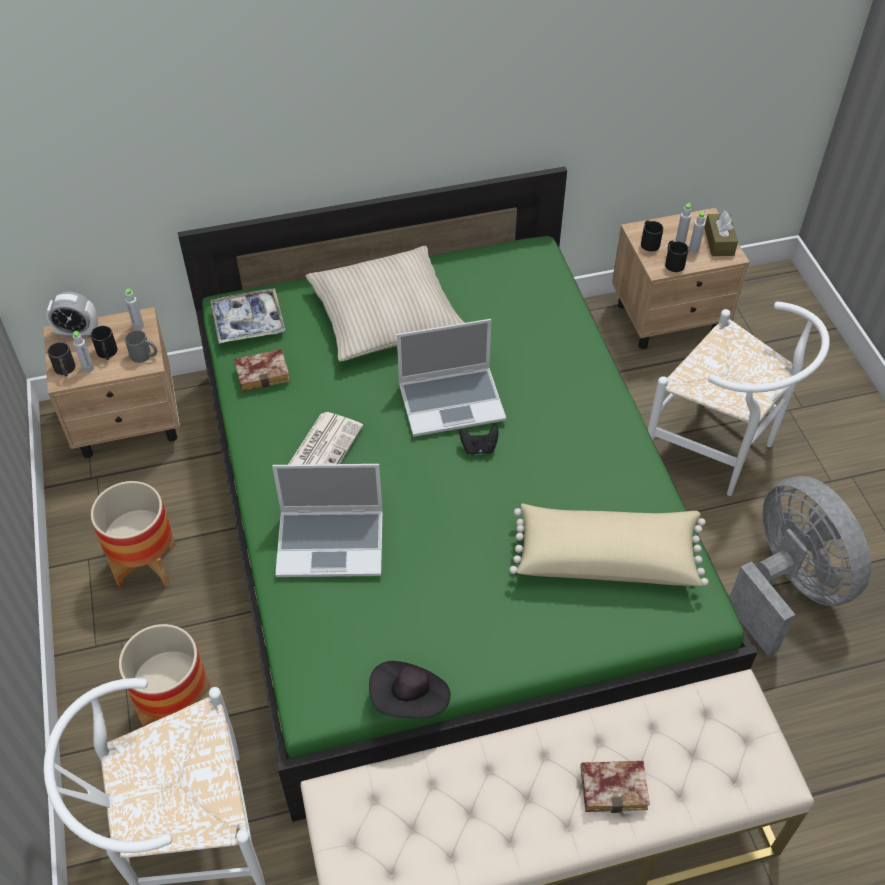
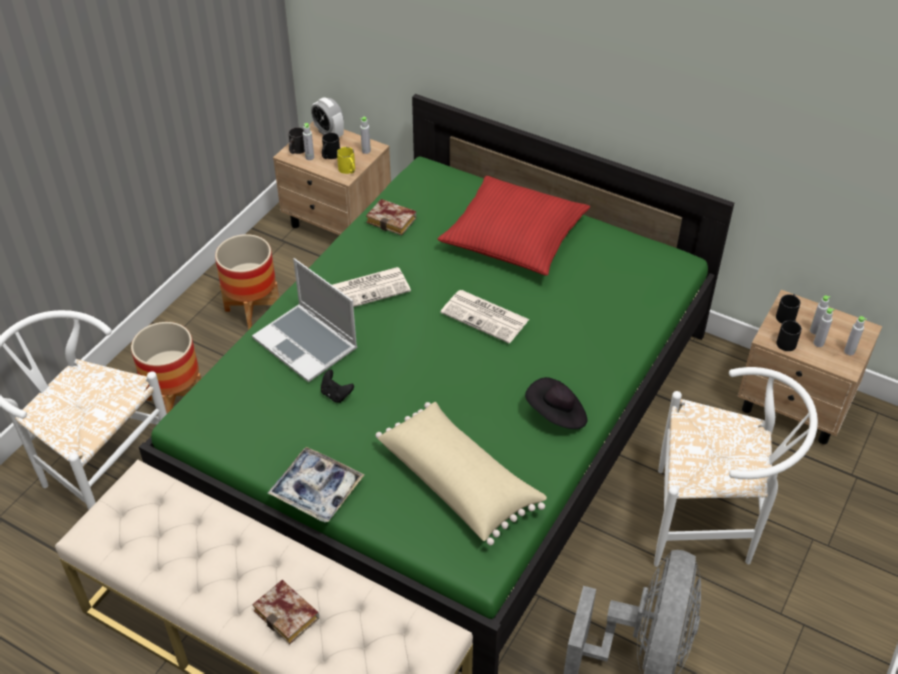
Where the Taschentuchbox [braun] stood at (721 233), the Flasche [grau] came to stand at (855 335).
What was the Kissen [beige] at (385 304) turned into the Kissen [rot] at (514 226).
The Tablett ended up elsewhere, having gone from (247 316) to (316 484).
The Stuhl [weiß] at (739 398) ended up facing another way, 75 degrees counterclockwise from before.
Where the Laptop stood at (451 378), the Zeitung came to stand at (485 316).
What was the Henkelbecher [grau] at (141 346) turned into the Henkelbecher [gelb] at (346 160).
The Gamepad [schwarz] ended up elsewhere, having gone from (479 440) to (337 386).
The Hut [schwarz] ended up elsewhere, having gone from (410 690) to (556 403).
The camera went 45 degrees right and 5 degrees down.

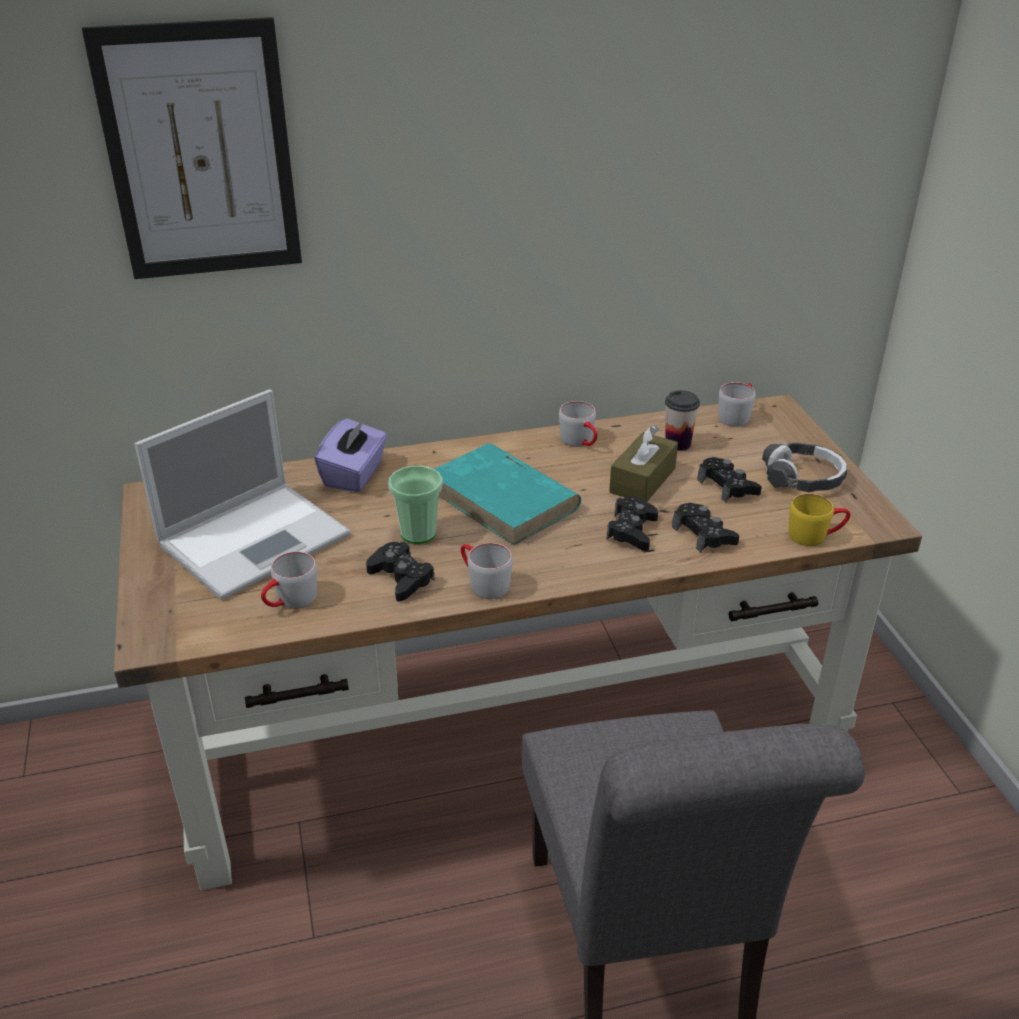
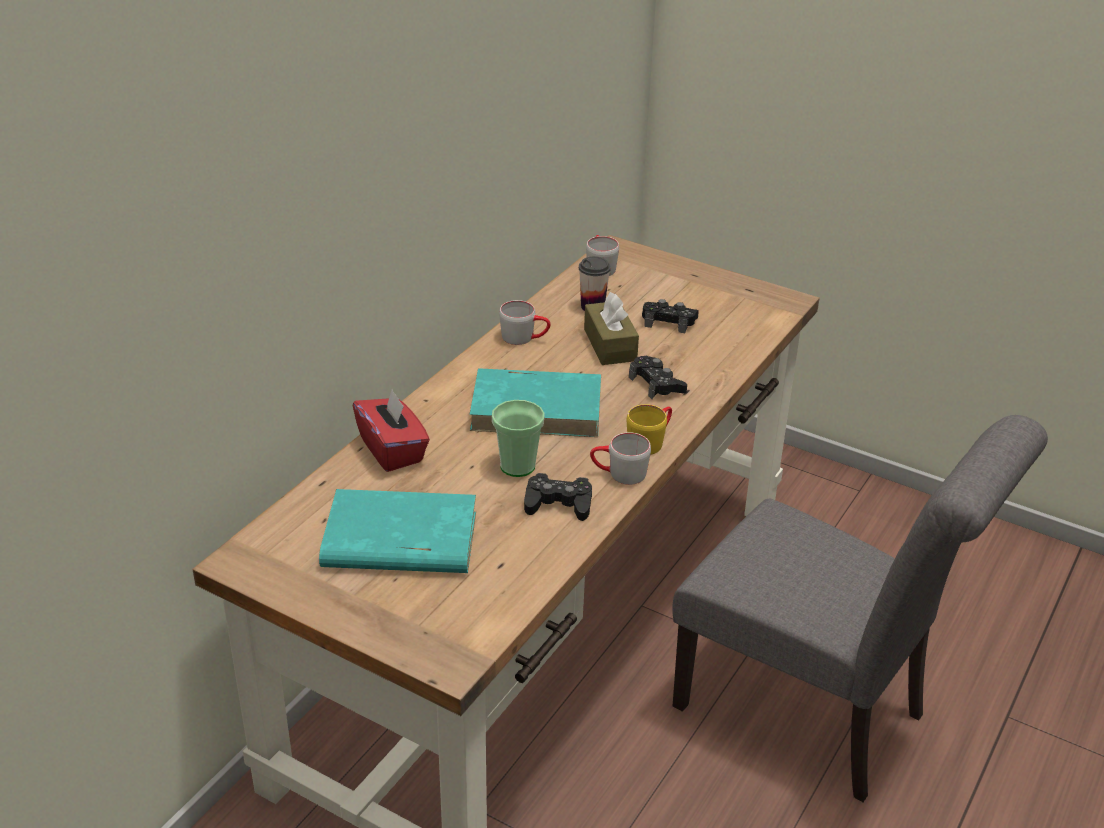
The second view lost the Bild at (192 148).
Where the Laptop stood at (242 494), the Buch [türkis] came to stand at (397 531).
What was the Taschentuchbox [lila] at (350 454) turned into the Taschentuchbox [rot] at (391 430).
The second view lost the Kopfhörer at (804 467).
The Henkelbecher [gelb] ended up elsewhere, having gone from (819 519) to (649 429).
The second view lost the Gamepad [schwarz] at (705 528).
The second view lost the Henkelbecher [grau] at (289 580).
The camera went 45 degrees left and 0 degrees up.

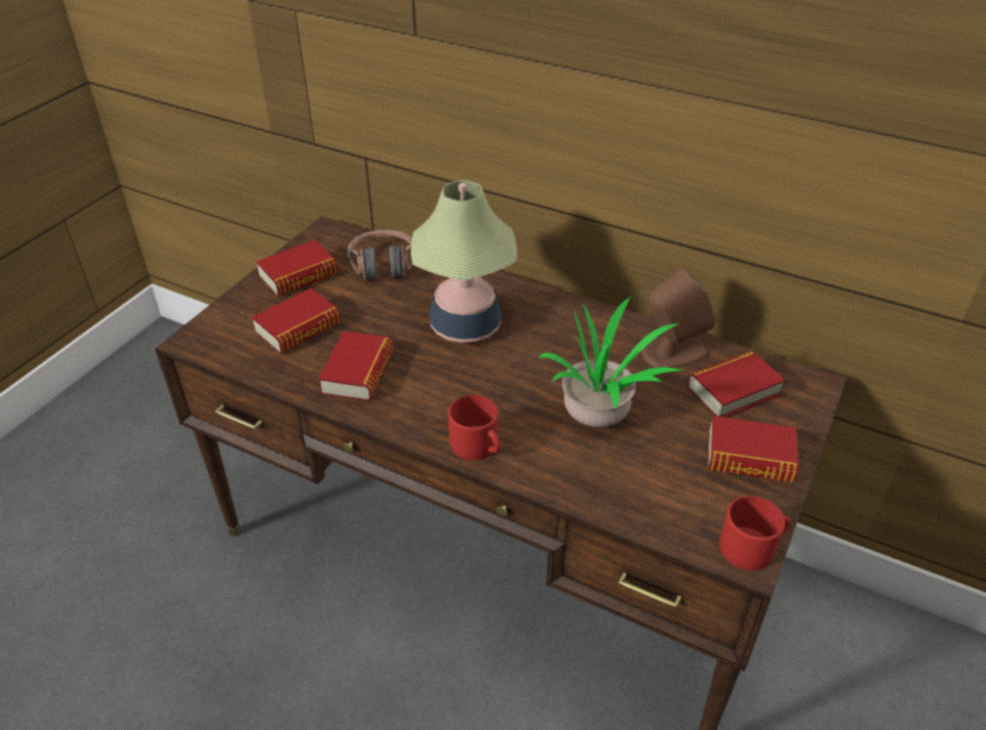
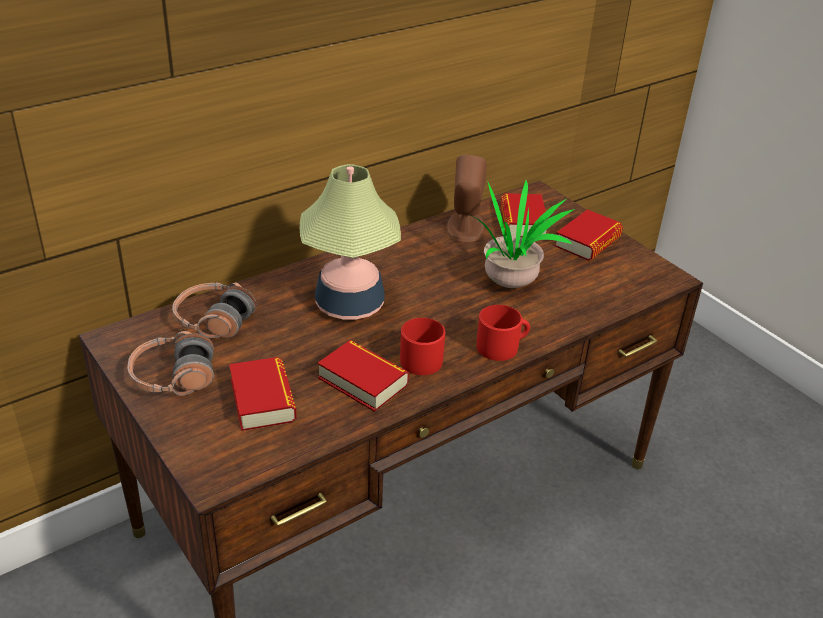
Where the Buch stood at (297 268), the Kopfhörer came to stand at (170 363).
The Henkelbecher [rot] ended up elsewhere, having gone from (755 533) to (422 346).
The camera went 65 degrees left and 5 degrees down.

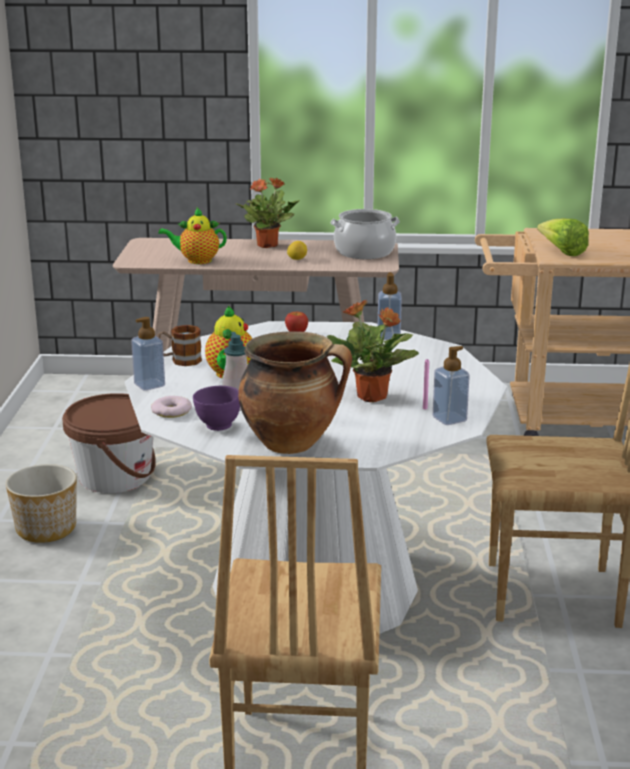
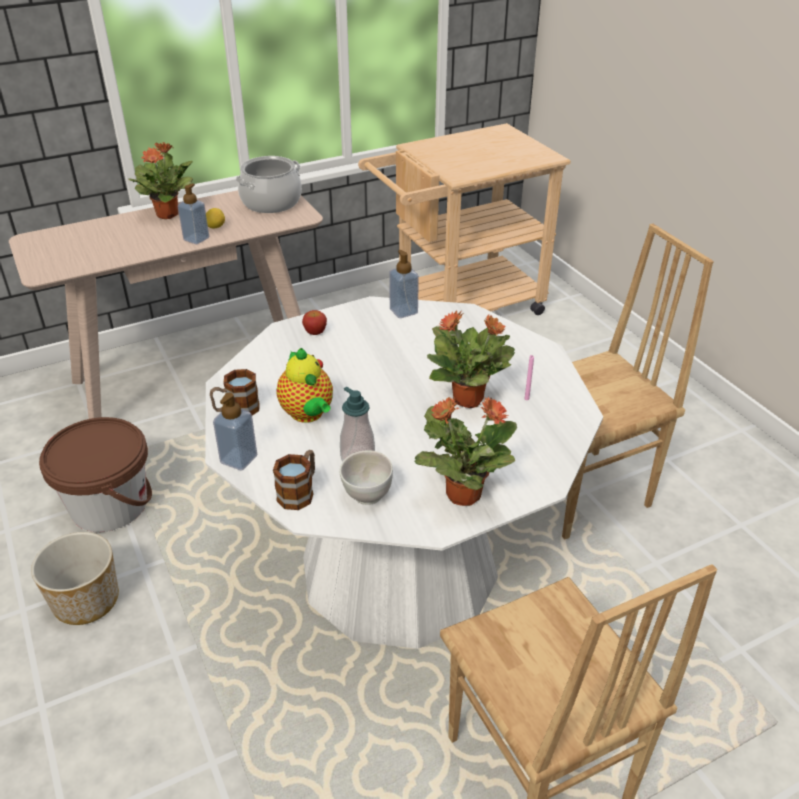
The second view lost the Teekanne at (192 235).
The second view lost the Salatkopf at (563 237).
Where the Kochtopf stood at (295 392), the Topfpflanze came to stand at (465 451).
The Seifenspender ended up elsewhere, having gone from (451 385) to (193 213).
What was the Schüssel [lila] at (216 408) turned into the Schüssel [weiß] at (366 477).
Where the Donut stood at (171 407), the Henkelbecher came to stand at (294 480).
The camera went 30 degrees left and 15 degrees up.

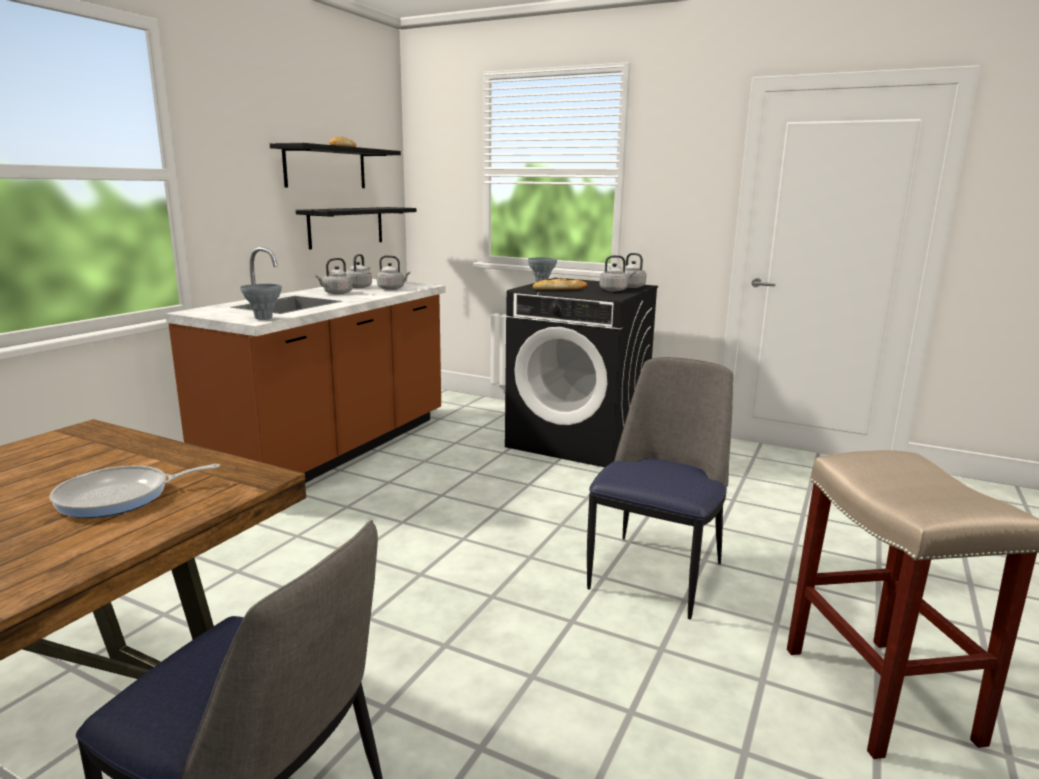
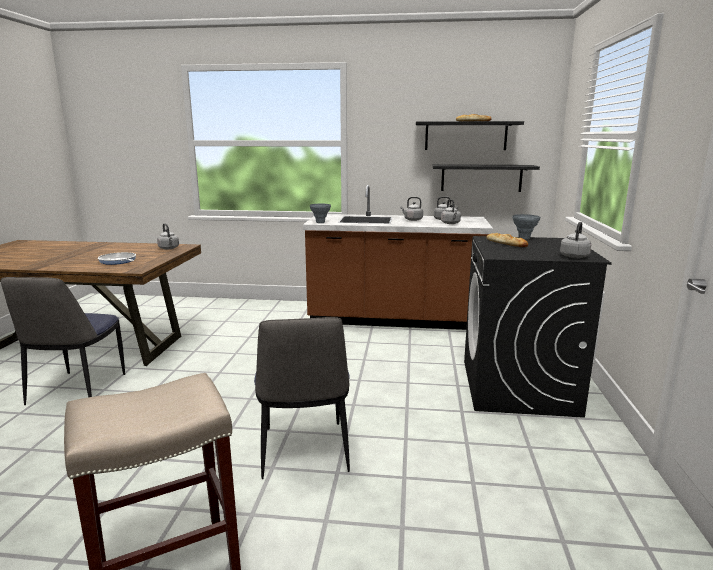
The Wasserkessel [grau] ended up elsewhere, having gone from (617 273) to (168 236).
The Stuhl at (660 488) ended up facing another way, 75 degrees clockwise from before.
The camera went 70 degrees right and 0 degrees up.

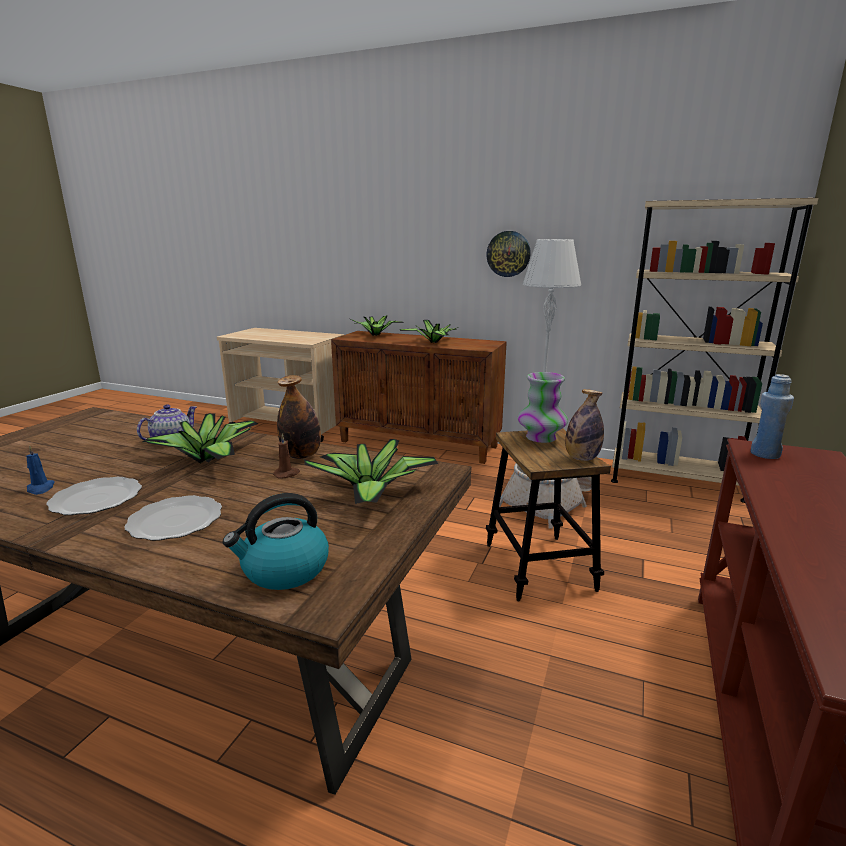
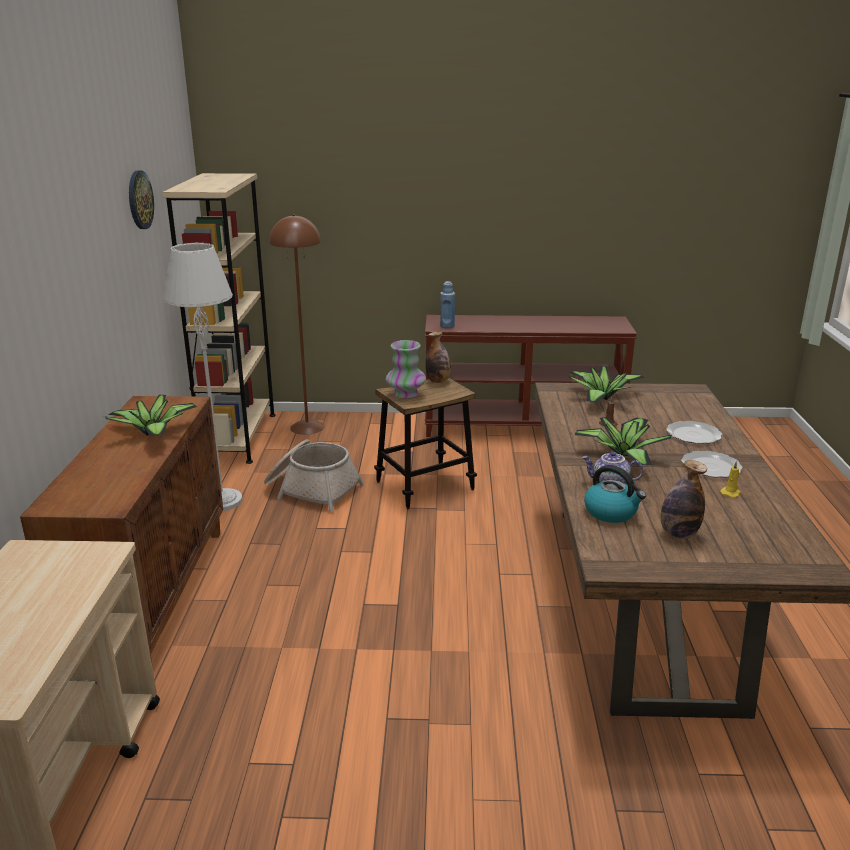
The Wanduhr ended up elsewhere, having gone from (508 254) to (141 199).
The second view lost the Topfpflanze at (377 325).
The Flasche ended up elsewhere, having gone from (299 417) to (684 499).
What was the Kerze [blau] at (40 470) turned into the Kerze [gelb] at (730 479).
The Wasserkessel ended up elsewhere, having gone from (276 541) to (615 494).
The second view gained the Stehlampe [braun] at (297 324).
The camera went 110 degrees left and 5 degrees up.

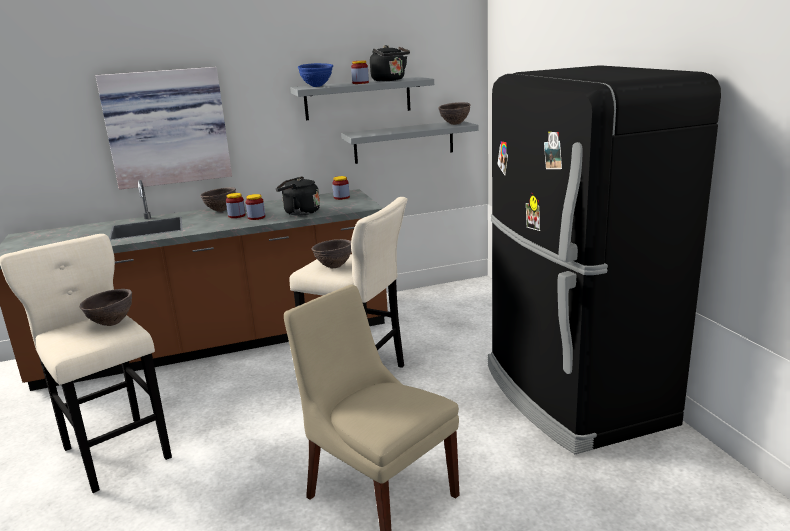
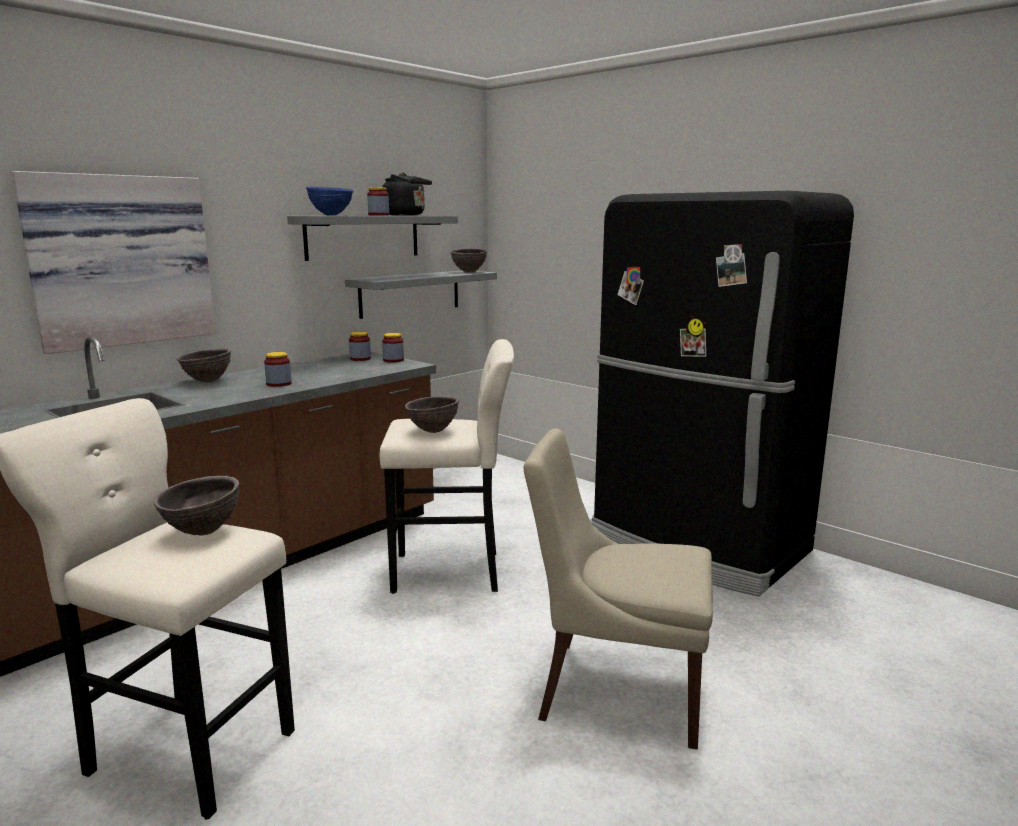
The second view lost the Wasserkessel [schwarz] at (298 196).
The Vorratsglas ended up elsewhere, having gone from (236 205) to (393 347).
The camera went 30 degrees left and 5 degrees down.

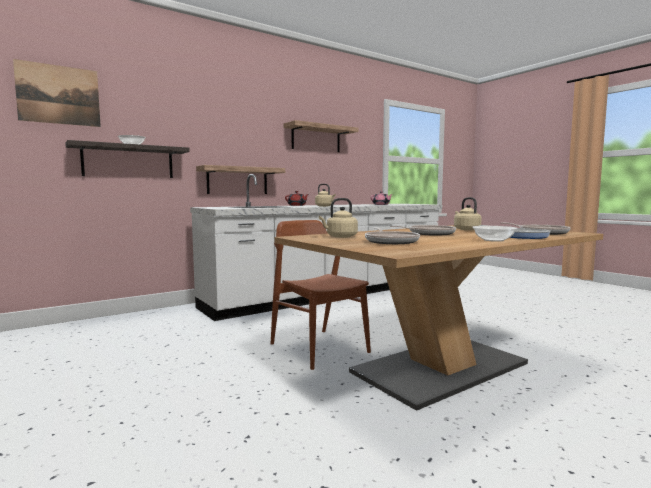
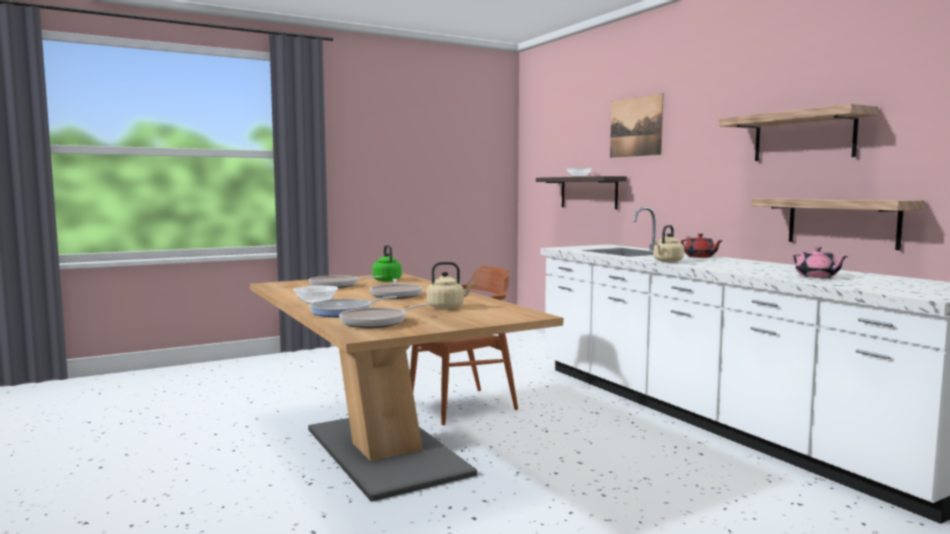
The Bild ended up elsewhere, having gone from (57 93) to (637 125).
The Wandregal ended up elsewhere, having gone from (240 179) to (838 224).
What was the Wasserkessel [beige] at (338 218) turned into the Wasserkessel [grün] at (387 263).
The camera went 95 degrees right and 0 degrees up.

